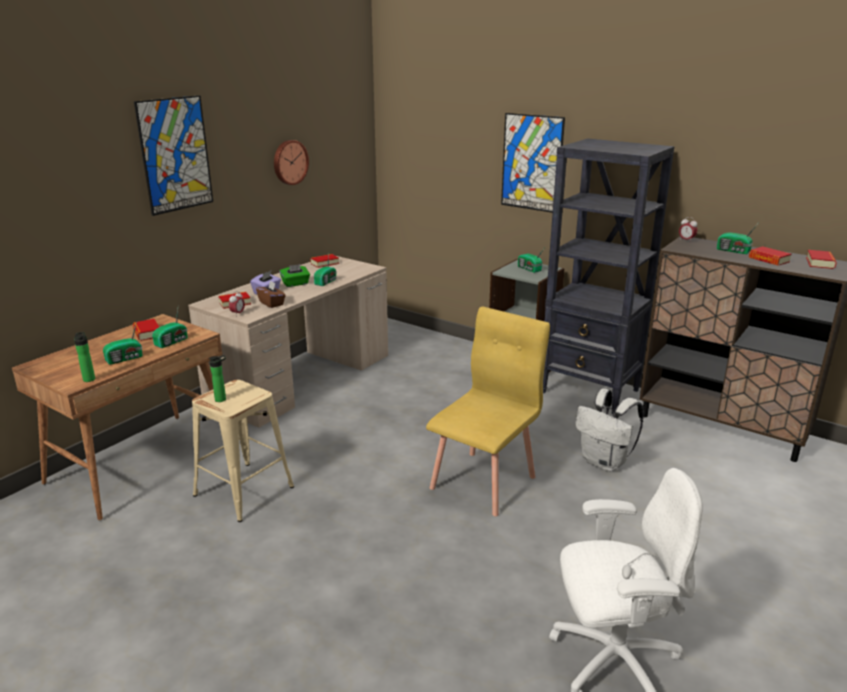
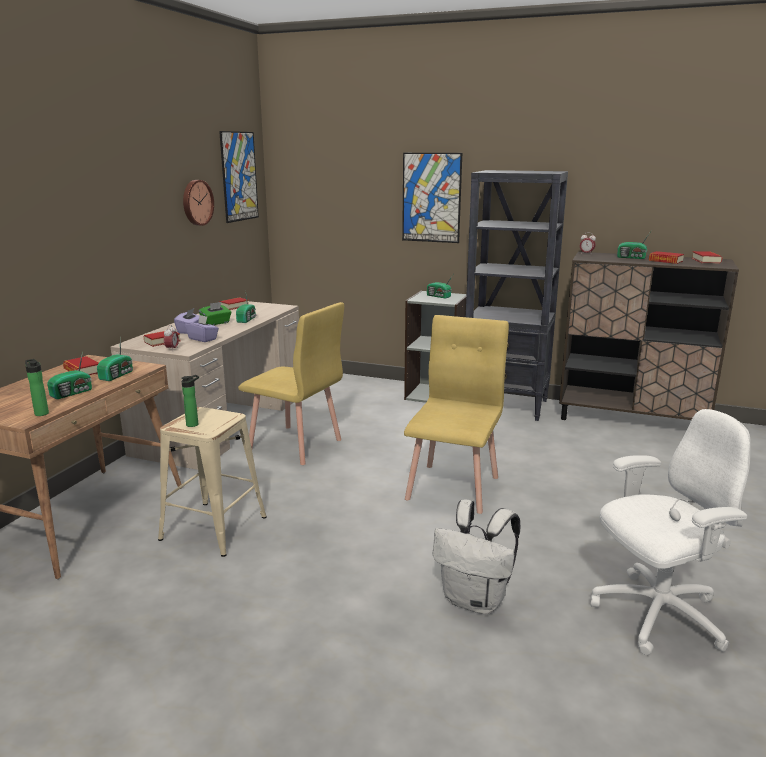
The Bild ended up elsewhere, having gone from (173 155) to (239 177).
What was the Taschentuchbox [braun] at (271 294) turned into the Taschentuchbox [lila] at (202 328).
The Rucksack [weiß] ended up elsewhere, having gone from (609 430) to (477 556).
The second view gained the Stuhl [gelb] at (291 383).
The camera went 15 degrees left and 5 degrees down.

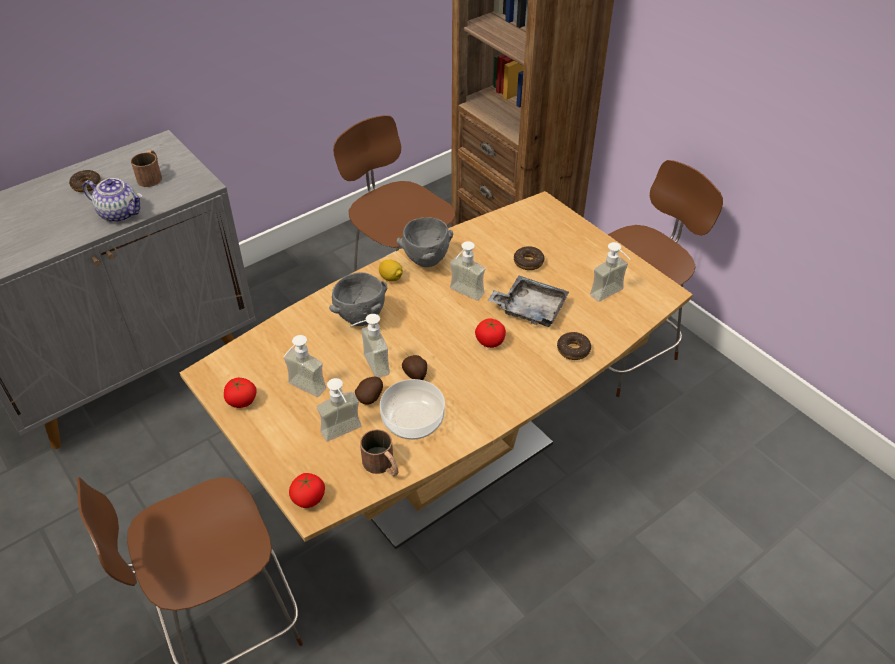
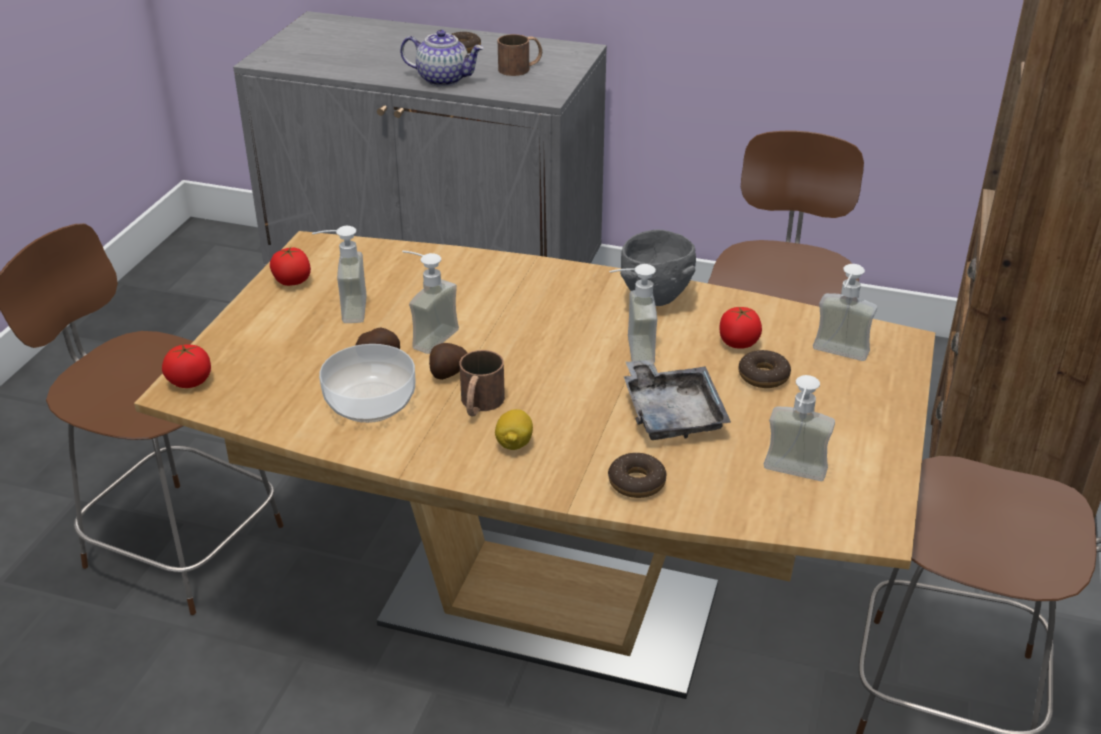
The Teekanne at (112 200) ended up facing another way, 60 degrees counterclockwise from before.
The Zitrone ended up elsewhere, having gone from (391 270) to (514 429).
The second view lost the Schüssel [grau] at (358 299).
The Tomate ended up elsewhere, having gone from (490 333) to (740 328).
The Seifenspender ended up elsewhere, having gone from (339 409) to (845 312).
The Henkelbecher [braun] ended up elsewhere, having gone from (379 452) to (482 383).
The camera went 55 degrees right and 10 degrees down.

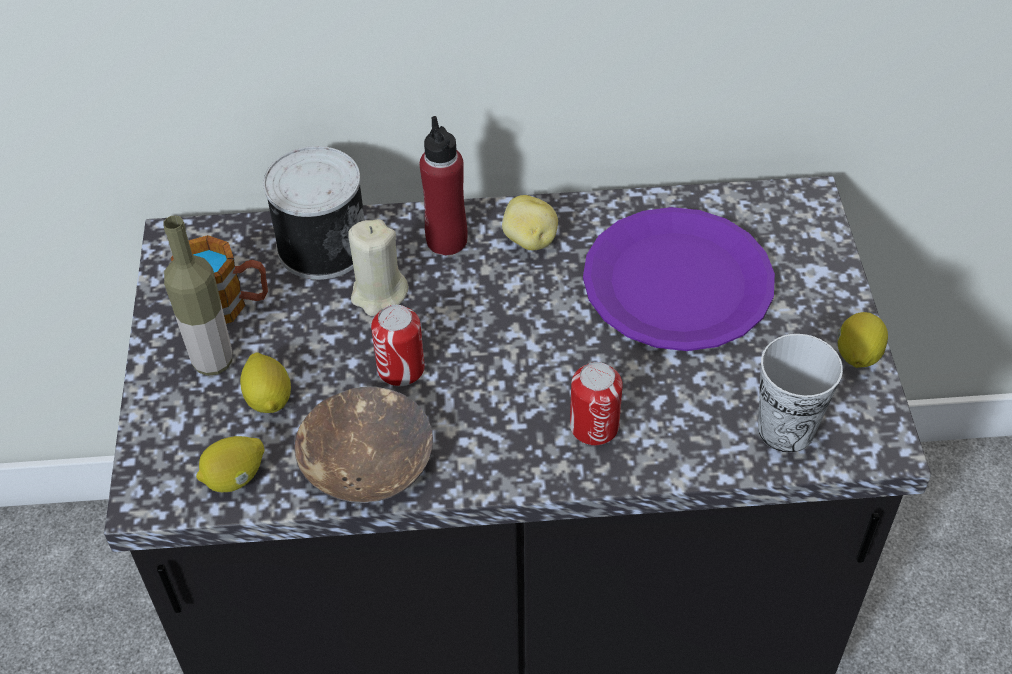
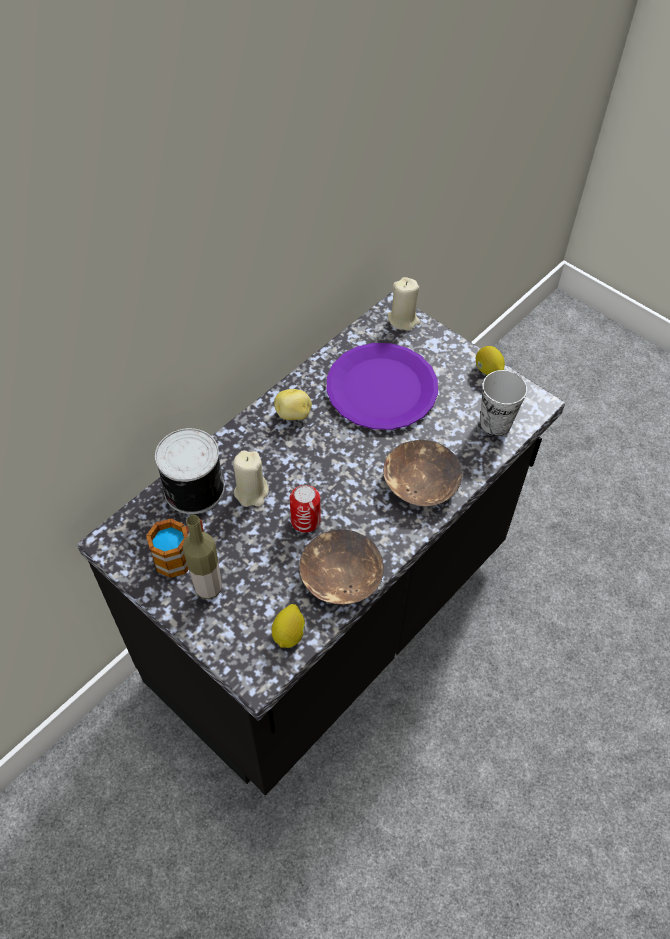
The second view lost the Flasche [rot] at (443 185).
The second view lost the Zitrone at (265 382).
Where the Dose stood at (596 403), the Schüssel [braun] came to stand at (422 473).
The second view gained the Kerze [beige] at (404 304).
The camera went 45 degrees left and 5 degrees up.

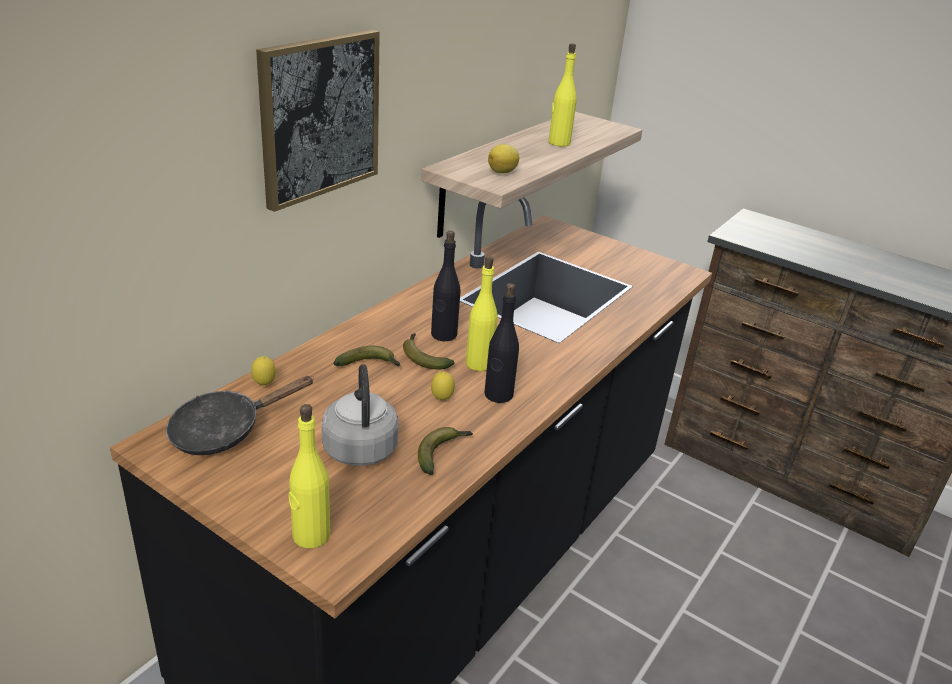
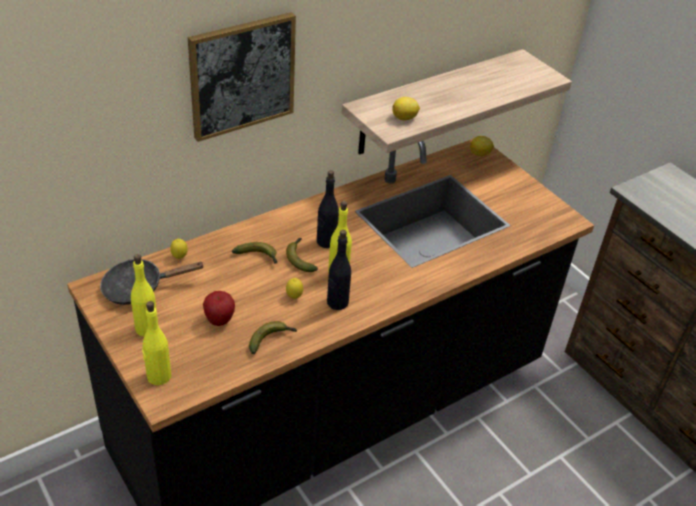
The Flasche [gelb] ended up elsewhere, having gone from (563 95) to (144 295).
Where the Wasserkessel [grau] stood at (360 415), the Apfel came to stand at (219 308).
The second view gained the Zitrone at (482 146).
The camera went 20 degrees right and 10 degrees up.

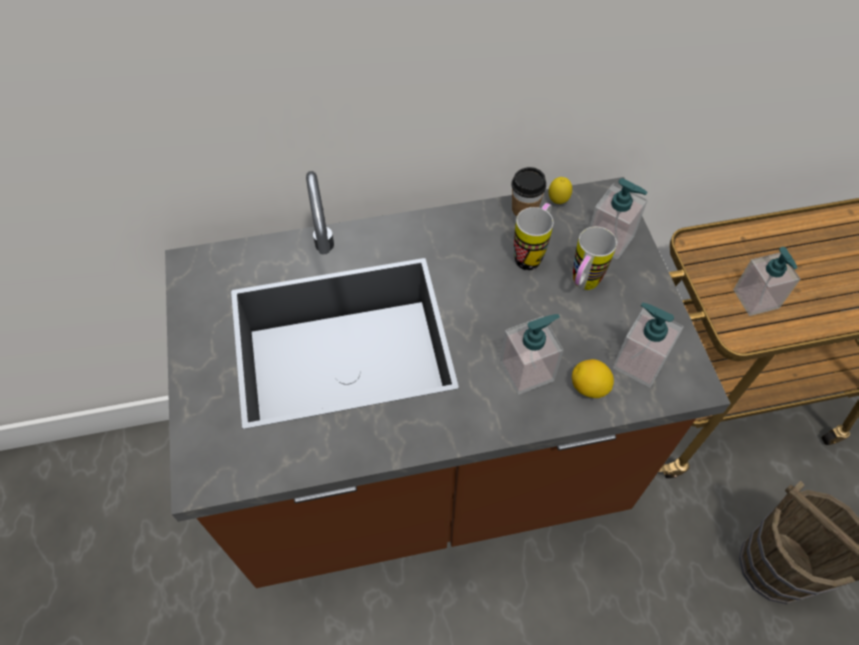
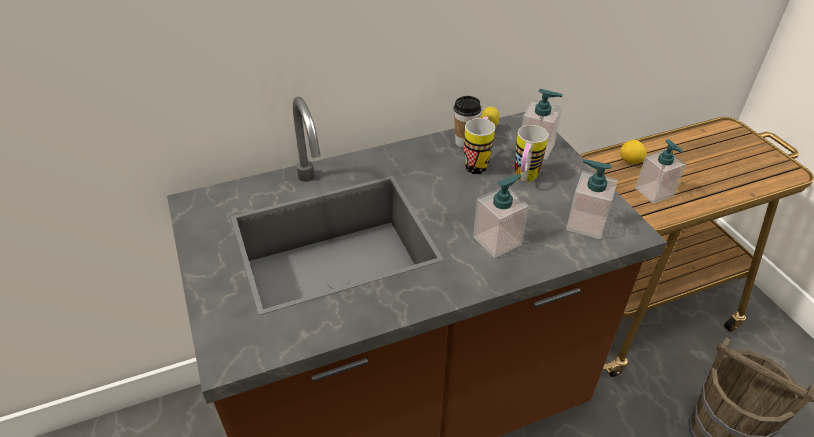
The Zitrone ended up elsewhere, having gone from (593 378) to (633 152).
The camera went 10 degrees left and 15 degrees down.

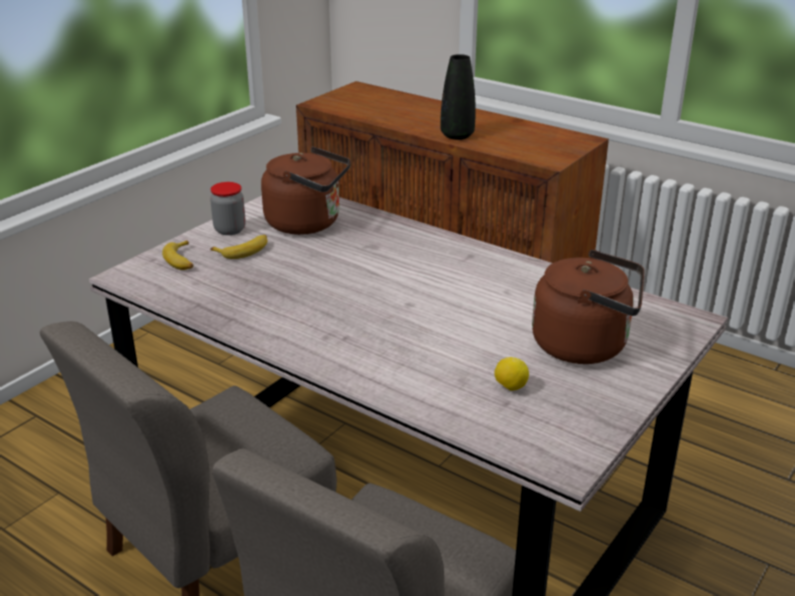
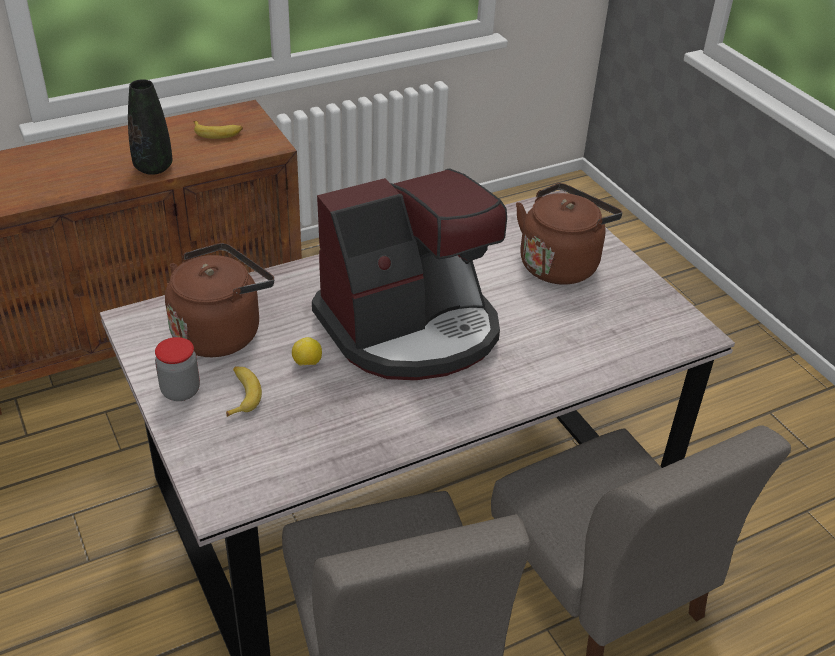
The Banane ended up elsewhere, having gone from (178 255) to (218 130).
The Zitrone ended up elsewhere, having gone from (511 374) to (307 351).
The second view gained the Kaffeemaschine at (409 274).
The camera went 65 degrees left and 10 degrees up.

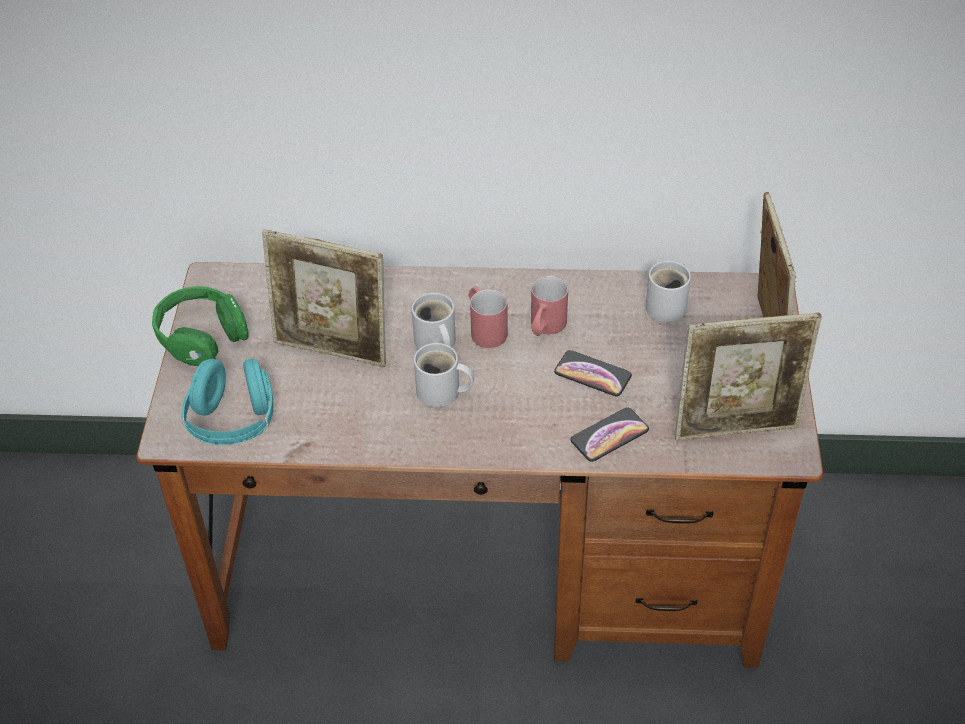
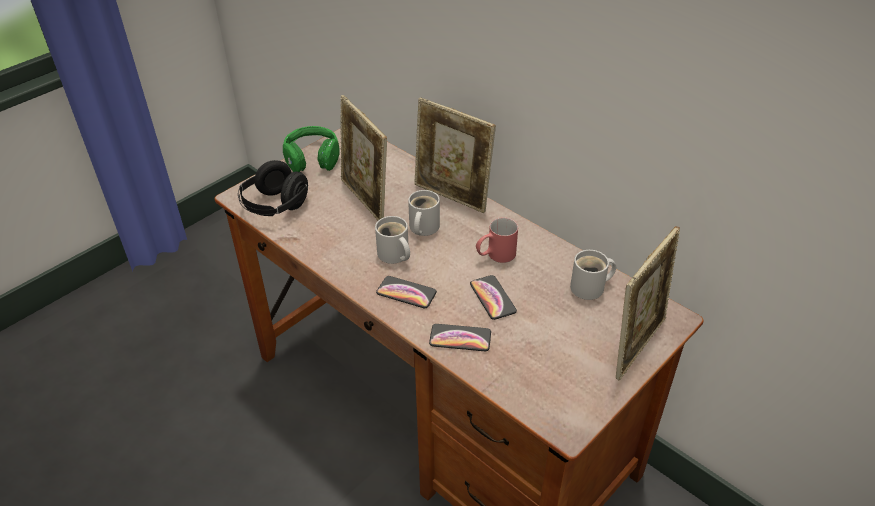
The second view lost the Henkelbecher [rot] at (488 317).
The Bilderrahmen ended up elsewhere, having gone from (748 377) to (455 155).
What was the Kopfhörer [türkis] at (228 401) turned into the Kopfhörer [schwarz] at (273 188).
The second view gained the Handy at (406 292).
The camera went 40 degrees right and 5 degrees down.

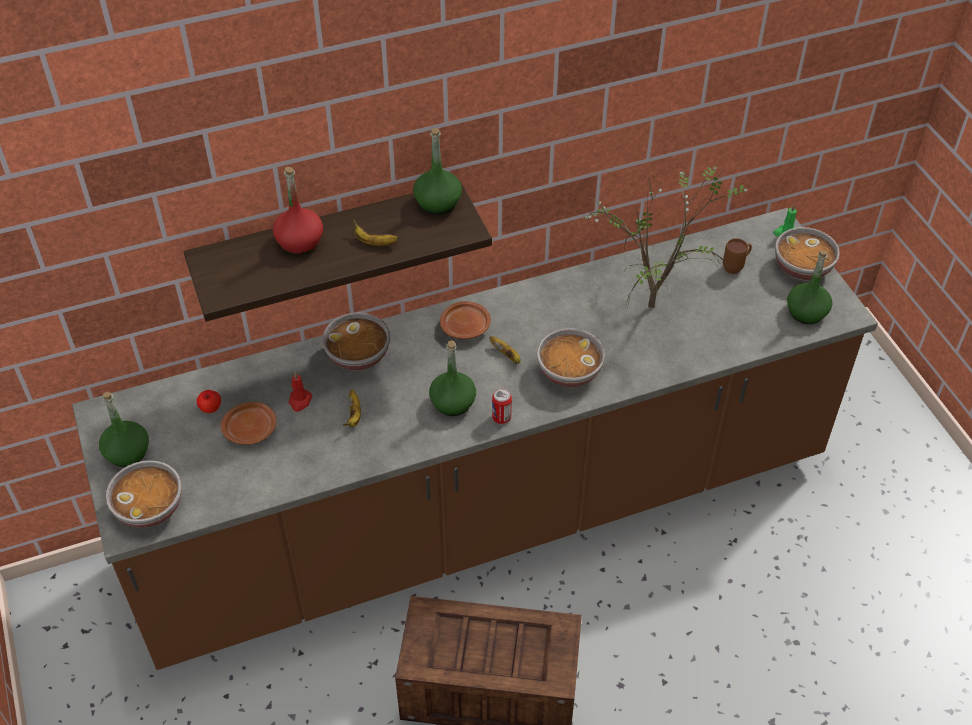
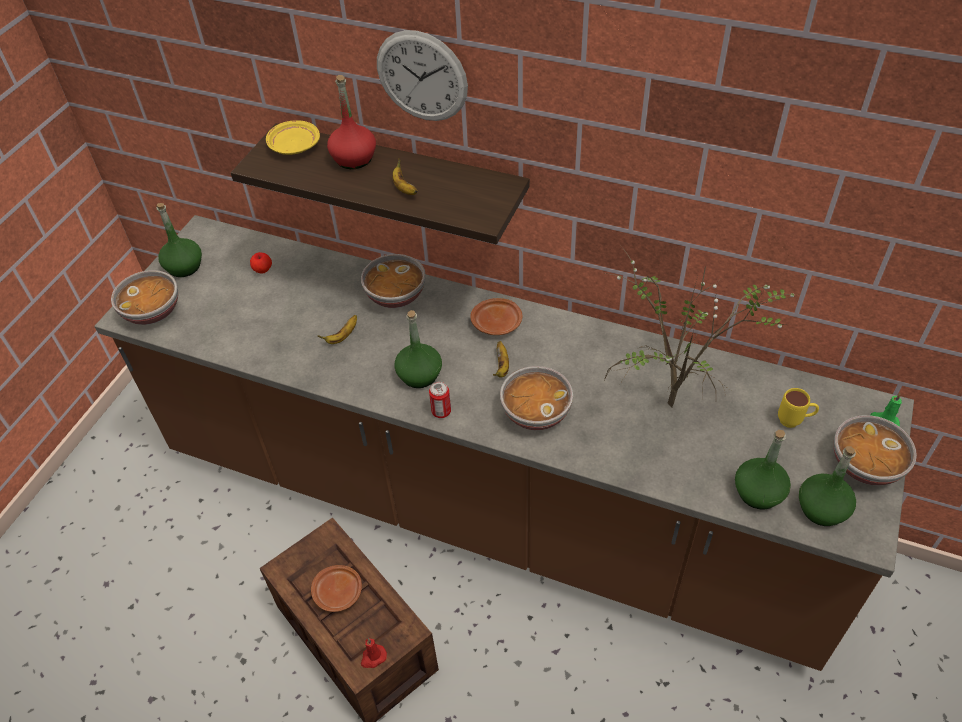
The Flasche [grün] ended up elsewhere, having gone from (437 171) to (763 470).
What was the Henkelbecher [braun] at (737 256) turned into the Henkelbecher [gelb] at (798 408).
The Kerze [rot] ended up elsewhere, having gone from (300 392) to (374 653).
The Teller [braun] ended up elsewhere, having gone from (248 423) to (336 588).
The second view gained the Wanduhr at (422 75).
The second view gained the Teller [gelb] at (293 137).
The camera went 45 degrees right and 0 degrees up.

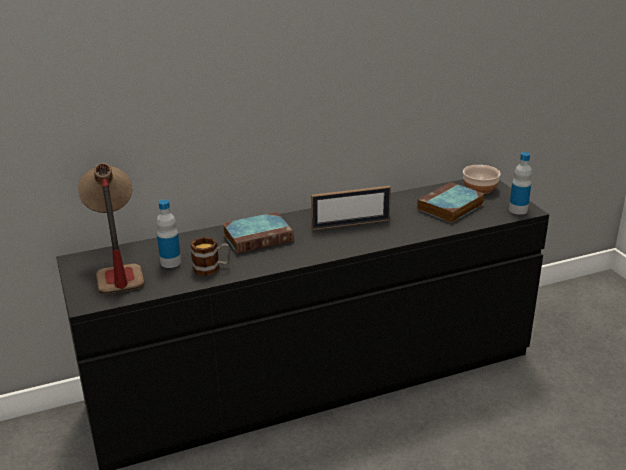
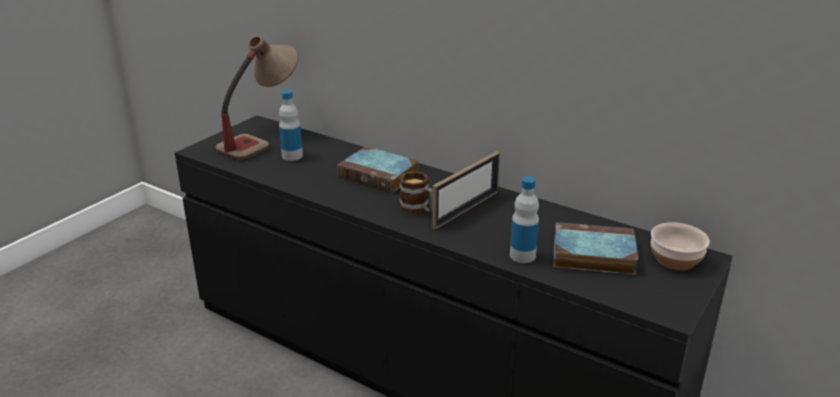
The Flasche ended up elsewhere, having gone from (520 183) to (524 219).
The Bilderrahmen at (351 208) ended up facing another way, 90 degrees counterclockwise from before.
The Henkelbecher ended up elsewhere, having gone from (210 256) to (415 193).
The camera went 55 degrees right and 0 degrees up.

